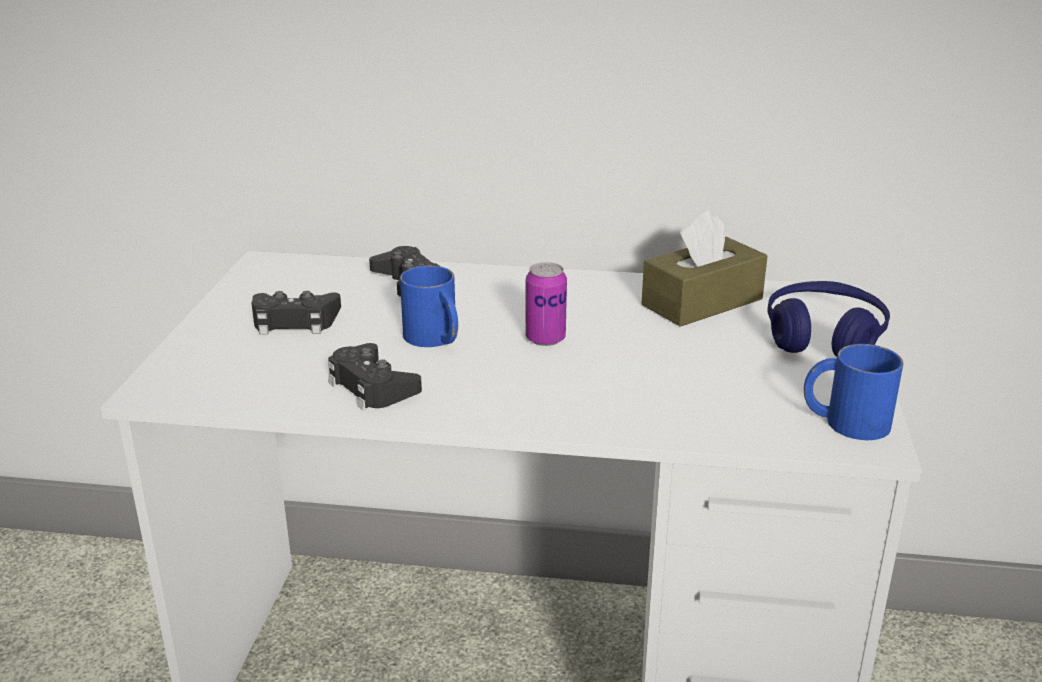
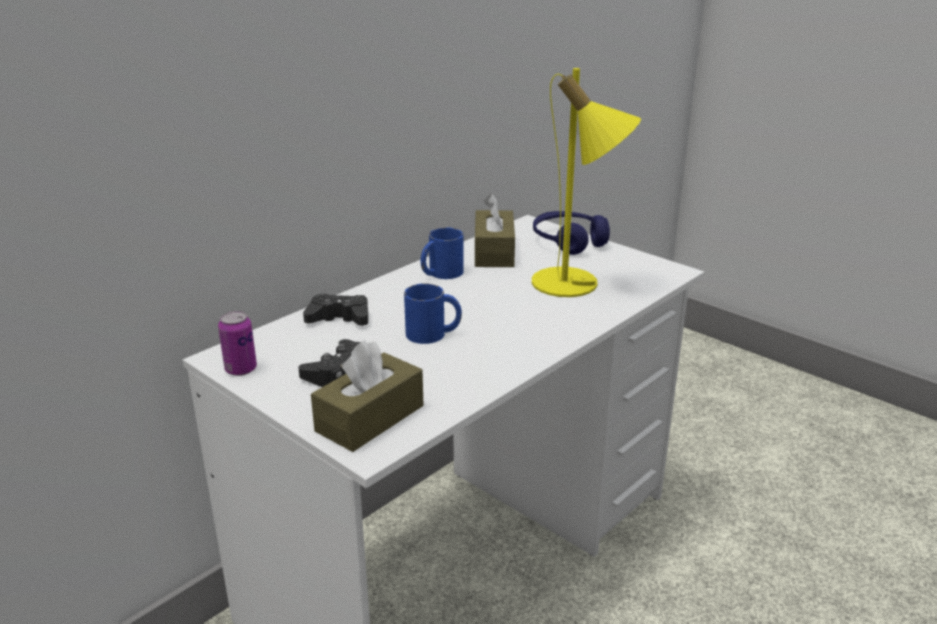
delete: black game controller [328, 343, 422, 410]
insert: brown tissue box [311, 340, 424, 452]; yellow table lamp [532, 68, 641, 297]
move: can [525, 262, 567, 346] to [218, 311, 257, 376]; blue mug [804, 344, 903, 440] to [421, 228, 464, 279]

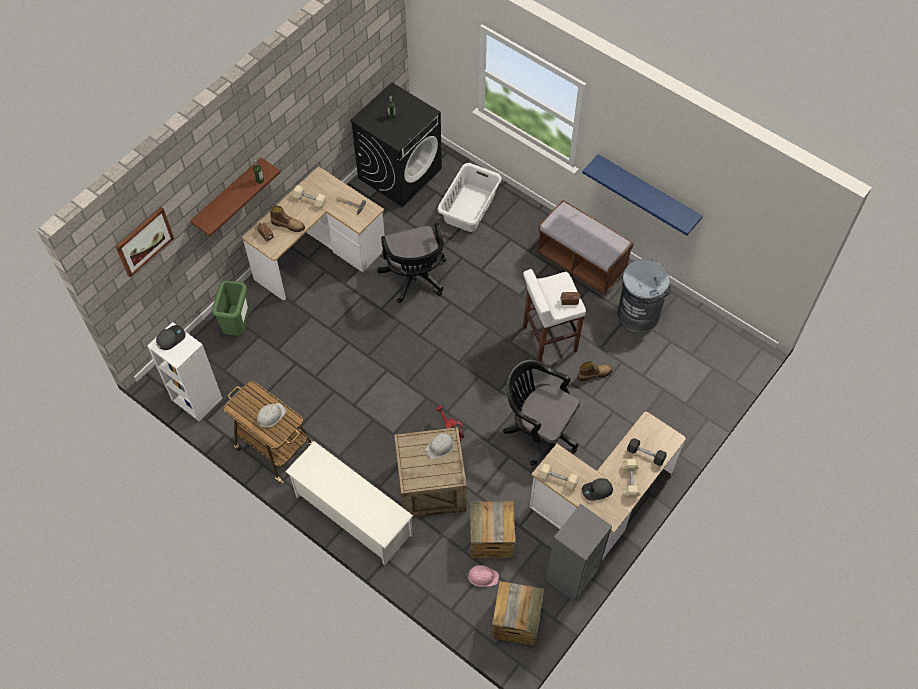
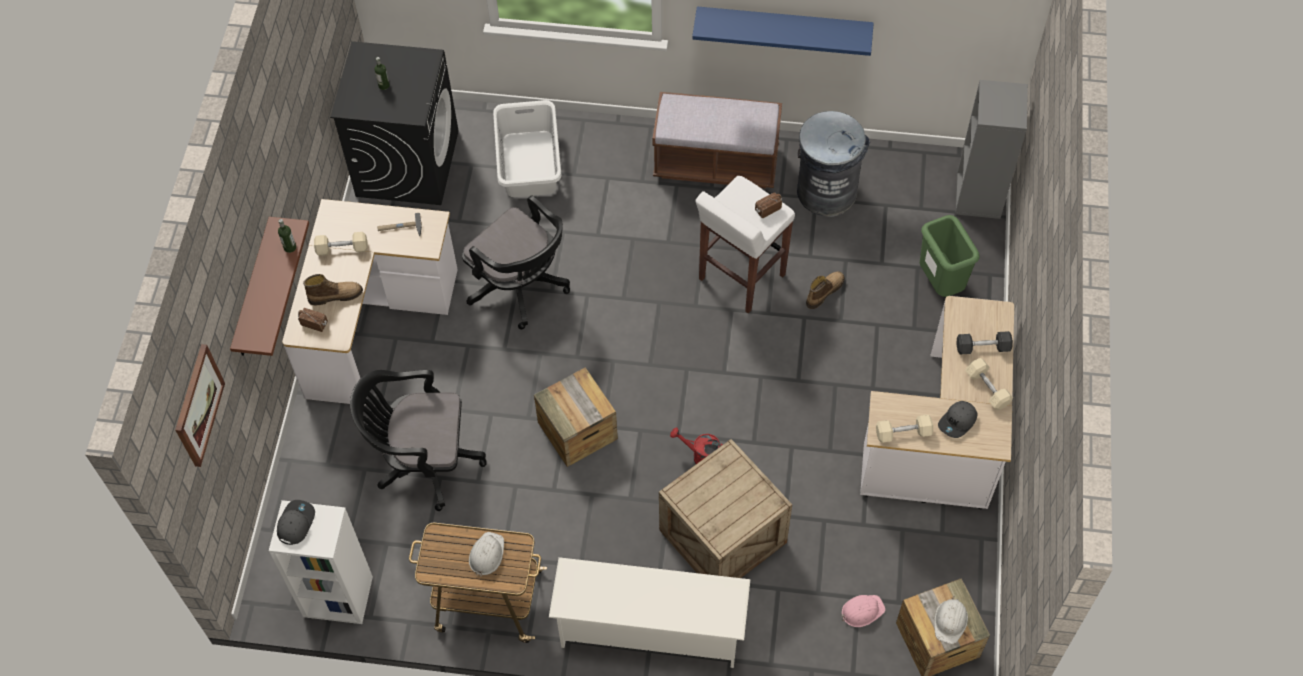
move: green trash can [212, 280, 250, 336] to [920, 215, 980, 297]; white hard hat [425, 433, 454, 460] to [934, 596, 968, 644]; crate [470, 501, 515, 558] to [534, 367, 618, 467]; black office chair [503, 360, 580, 466] to [350, 370, 487, 511]; grey bookcase [546, 504, 612, 601] to [955, 80, 1028, 219]

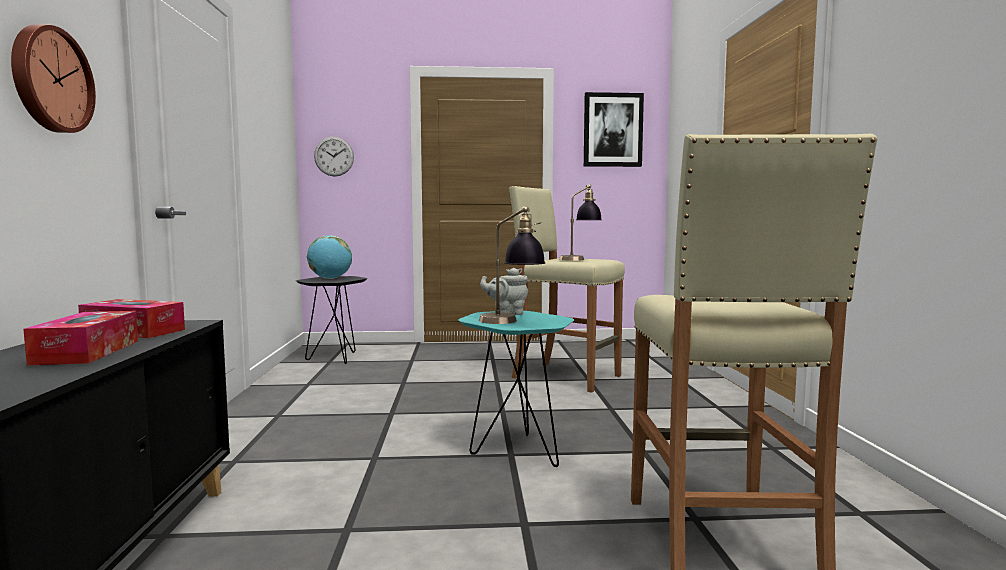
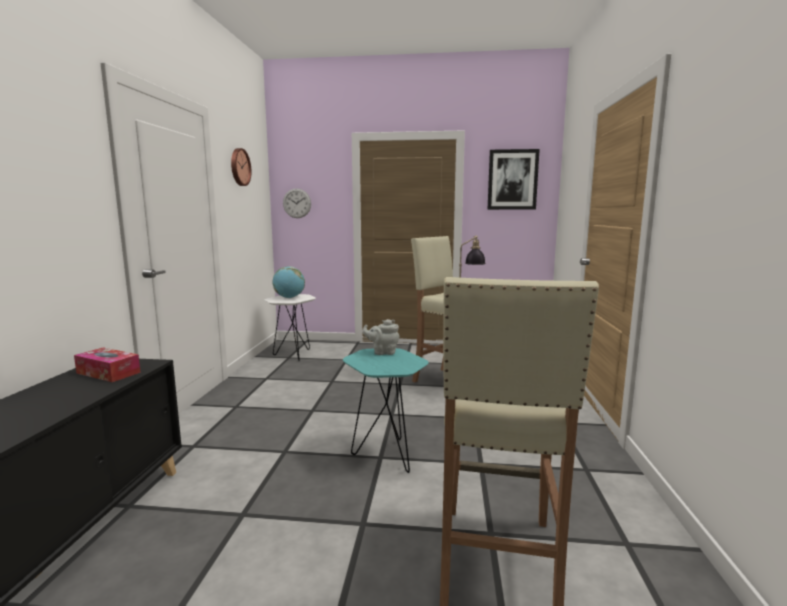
delete: tissue box [23, 311, 138, 365]; table lamp [479, 206, 545, 324]
move: wall clock [11, 24, 96, 133] to [231, 148, 251, 186]
recolor: black side table [296, 276, 367, 364] to white side table [265, 294, 316, 361]

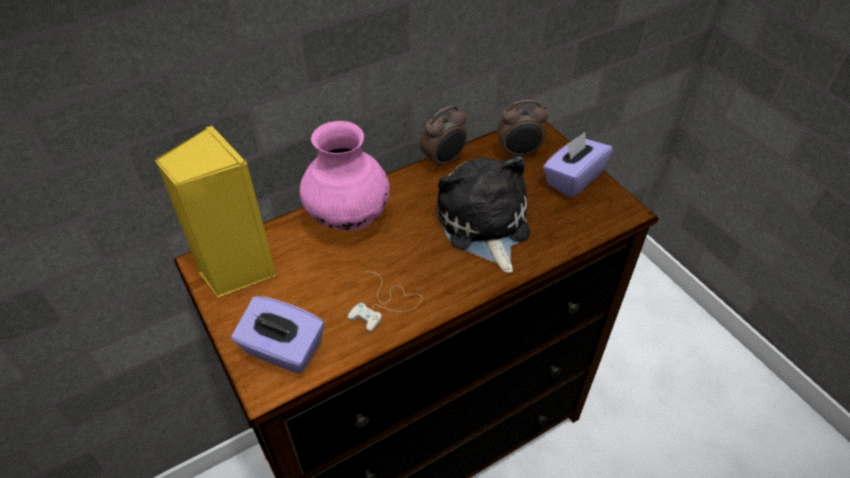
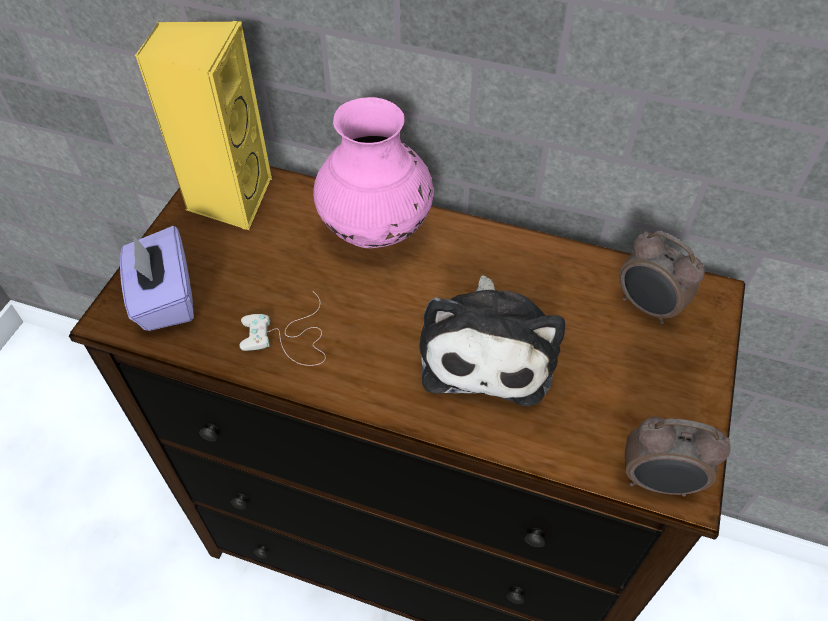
delete: purple tissue box [543, 132, 613, 198]
move: alarm clock [421, 105, 467, 170] to [625, 417, 731, 497]
rotate: plush toy [437, 156, 530, 273] = [419, 276, 565, 406] 150 degrees clockwise

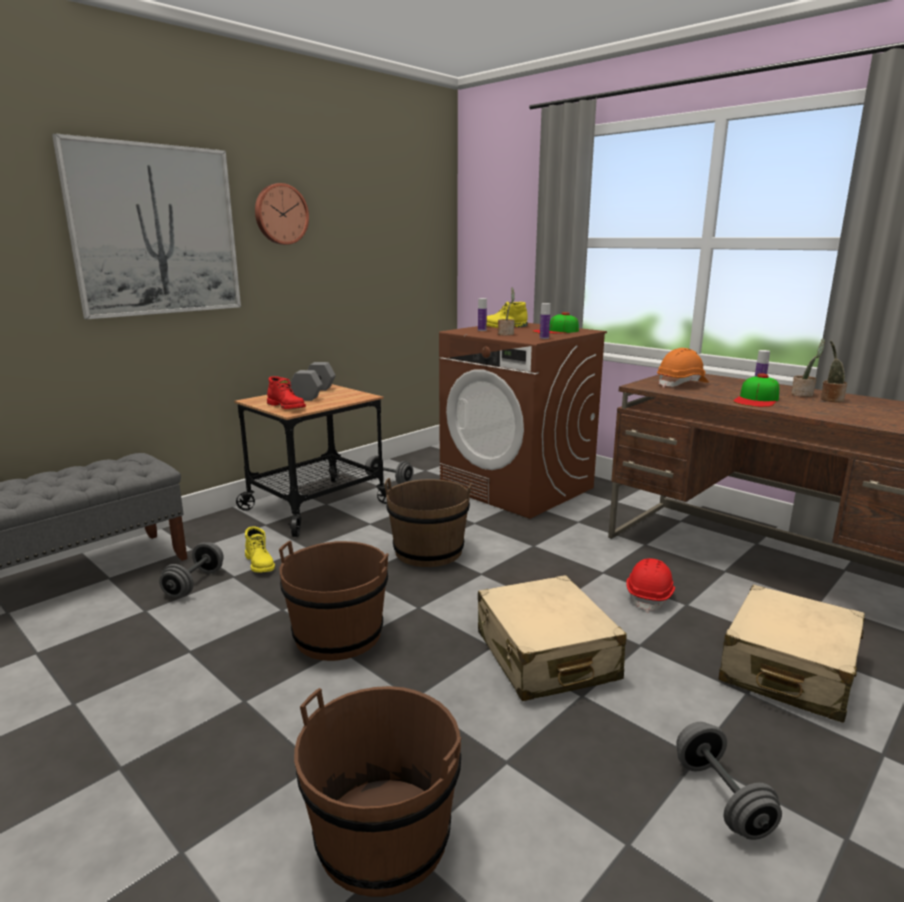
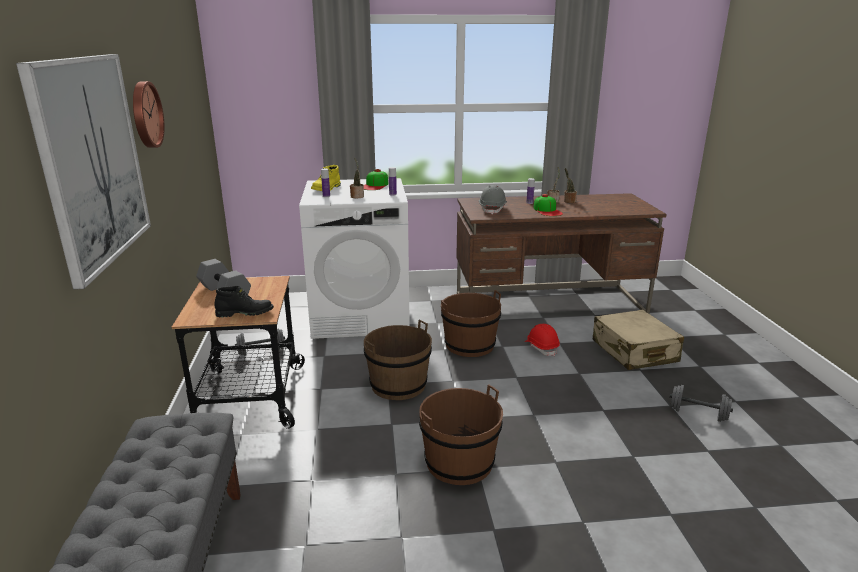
delete: grey dumbbell [159, 542, 224, 597]; yellow boot [245, 526, 275, 572]; beige suitcase [478, 575, 627, 701]
move: brown bucket [294, 686, 462, 897] to [441, 290, 501, 357]
recolor: red boot [267, 376, 306, 409] to black boot [215, 286, 274, 317]; brown washing machine [439, 323, 607, 519] to white washing machine [299, 178, 410, 339]; orange hard hat [657, 348, 709, 388] to grey hard hat [479, 185, 507, 215]

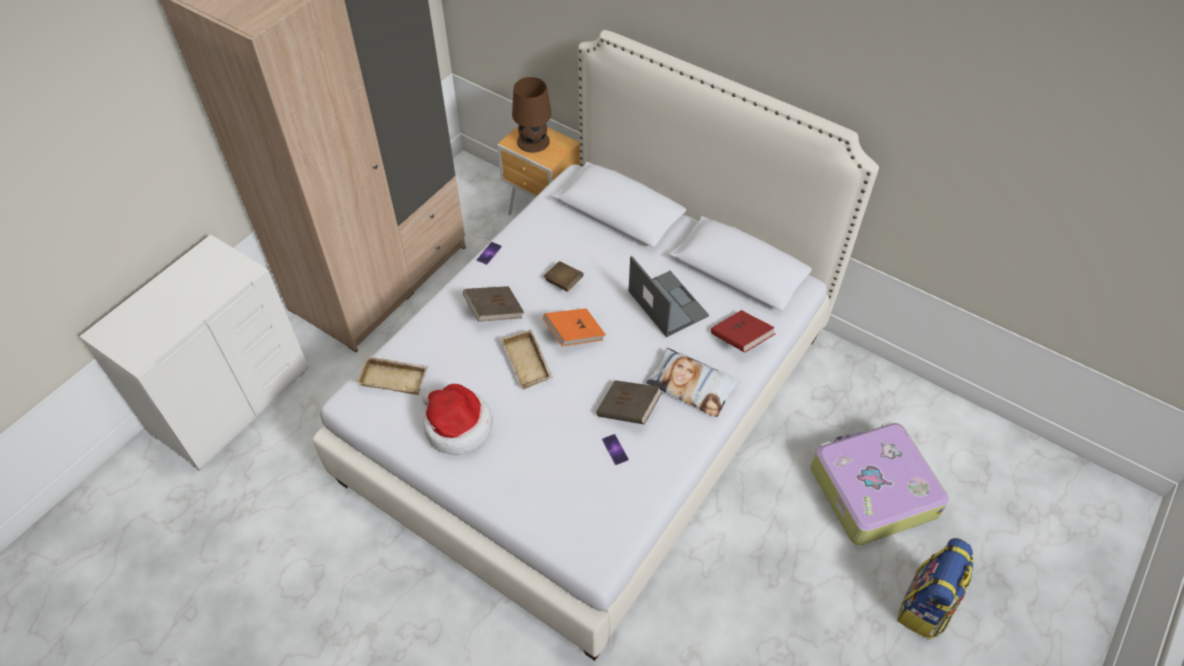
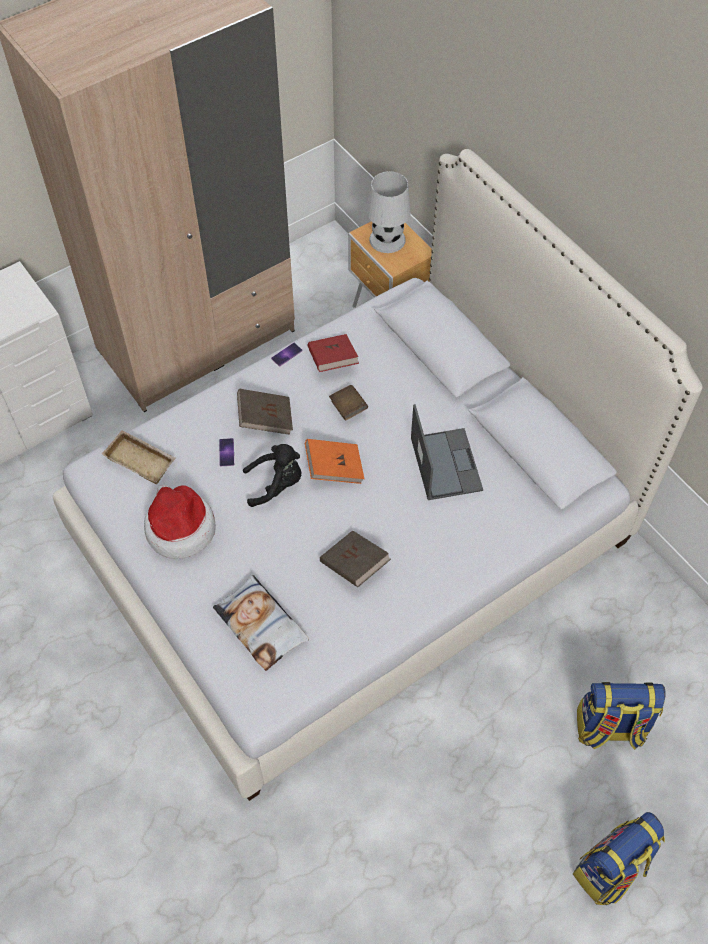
move: phone [602, 434, 629, 465] to [219, 438, 234, 467]; pillow [646, 348, 740, 417] to [213, 575, 309, 671]; red book [711, 310, 775, 353] to [308, 334, 359, 372]
replace: beige tray [501, 330, 553, 389] to black plush toy [243, 444, 302, 507]; suitcase [811, 422, 949, 545] to backpack [577, 682, 666, 750]
recolor: brown table lamp [512, 77, 552, 153] to white table lamp [367, 171, 411, 253]

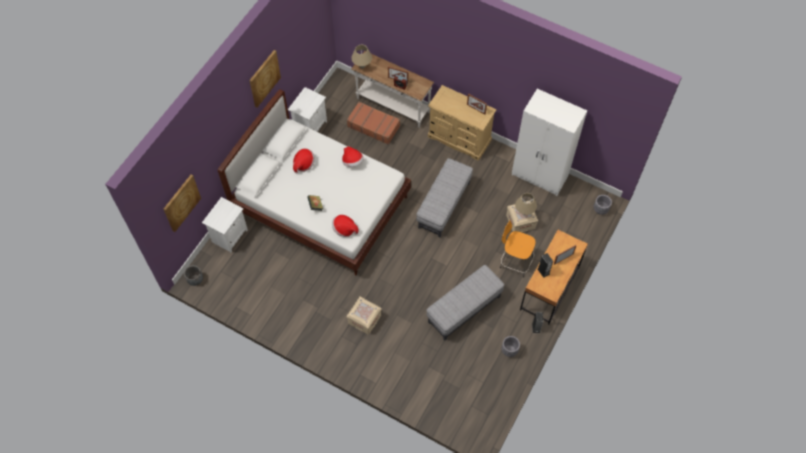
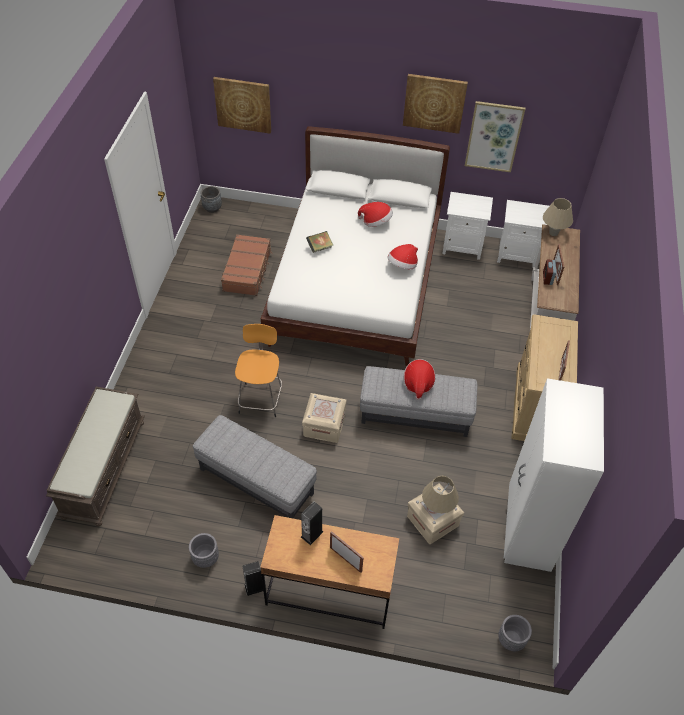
insert: brown bench [46, 387, 145, 526]; picture [465, 101, 525, 172]
move: white nightstand [202, 197, 248, 253] to [497, 200, 549, 268]; hat [332, 215, 359, 237] to [403, 359, 435, 400]; beige storage box [346, 296, 382, 334] to [302, 393, 347, 443]; brown suitcase [347, 102, 400, 145] to [221, 234, 272, 296]; orange stool [500, 220, 536, 278] to [235, 324, 282, 417]

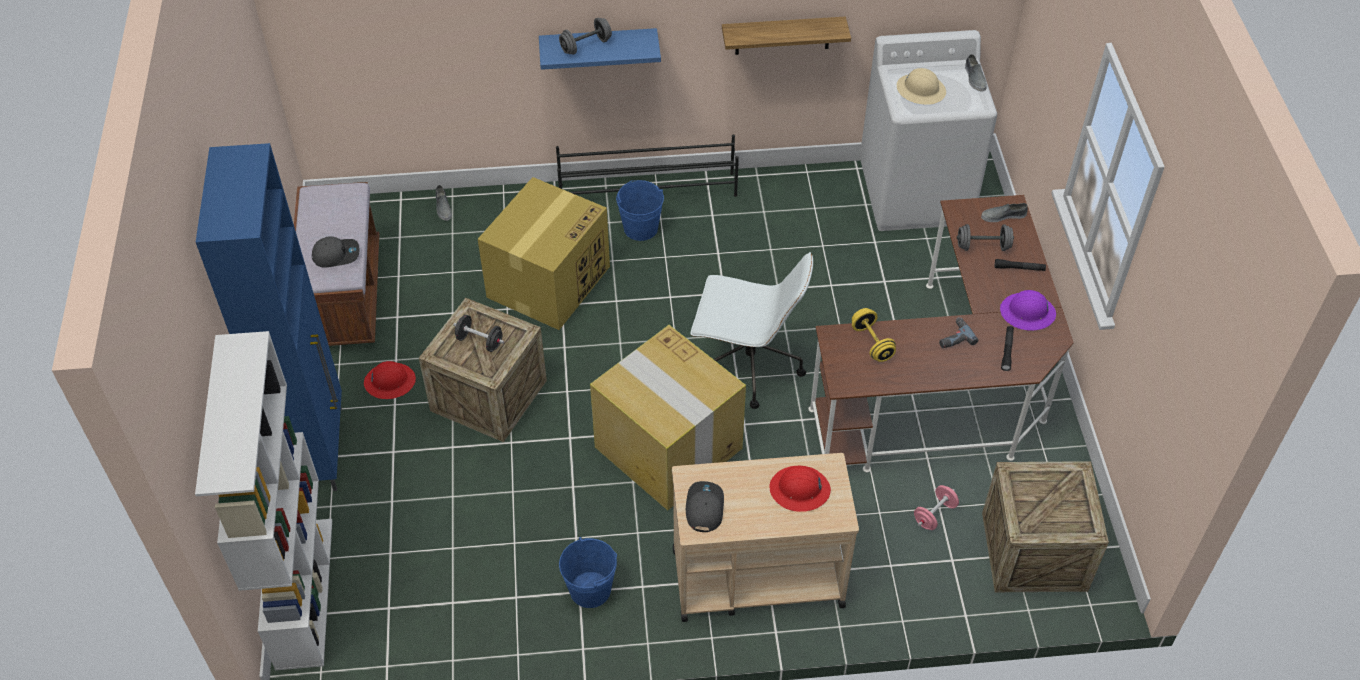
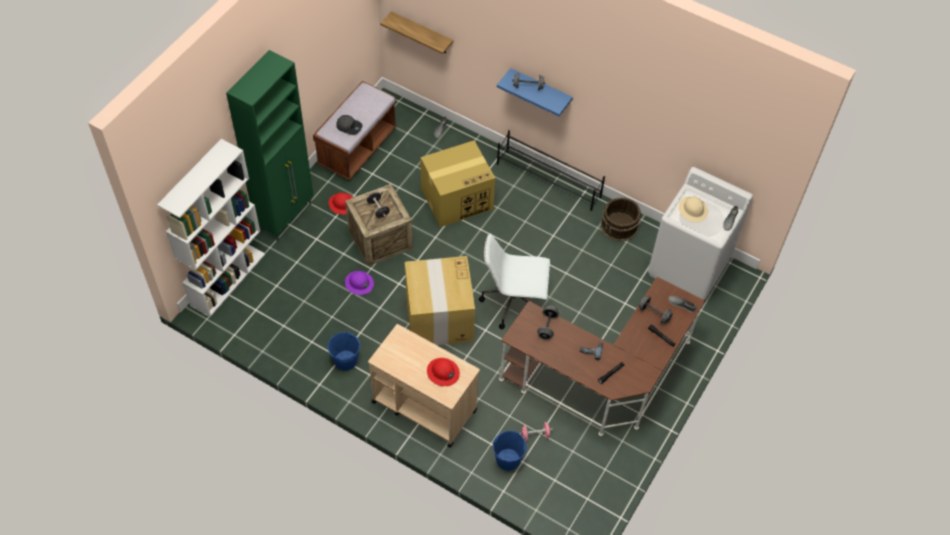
delete: grey cap [686, 481, 724, 532]; crate [982, 461, 1109, 592]
insert: brown bucket [601, 197, 641, 241]
move: blue bucket [616, 180, 664, 241] to [493, 430, 527, 471]; shelf [722, 17, 851, 55] to [380, 11, 453, 54]; purple hard hat [1000, 290, 1056, 330] to [345, 271, 374, 295]
recolor: blue cabinet [196, 143, 342, 491] to green cabinet [226, 50, 313, 242]; yellow dumbbell [852, 308, 896, 362] to grey dumbbell [537, 306, 559, 340]
rotate: white office chair [690, 252, 813, 409] = [479, 233, 550, 329] 135 degrees clockwise

